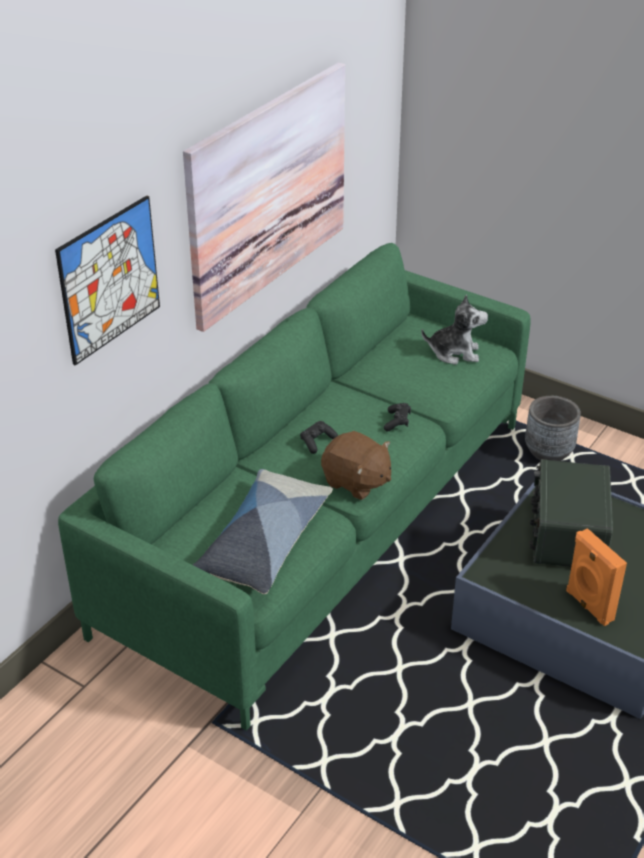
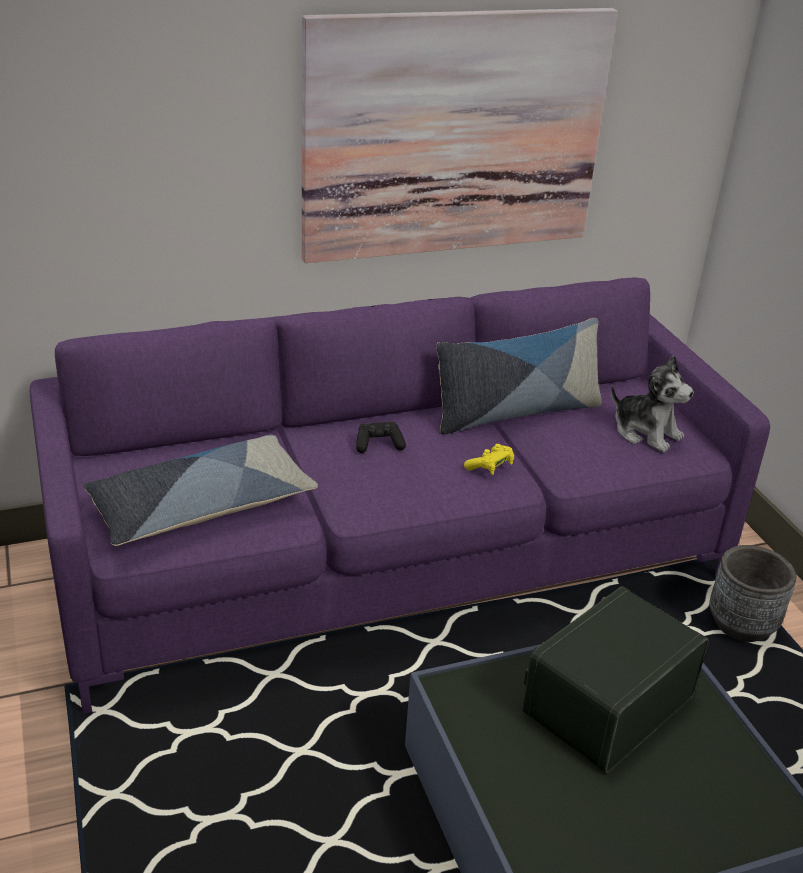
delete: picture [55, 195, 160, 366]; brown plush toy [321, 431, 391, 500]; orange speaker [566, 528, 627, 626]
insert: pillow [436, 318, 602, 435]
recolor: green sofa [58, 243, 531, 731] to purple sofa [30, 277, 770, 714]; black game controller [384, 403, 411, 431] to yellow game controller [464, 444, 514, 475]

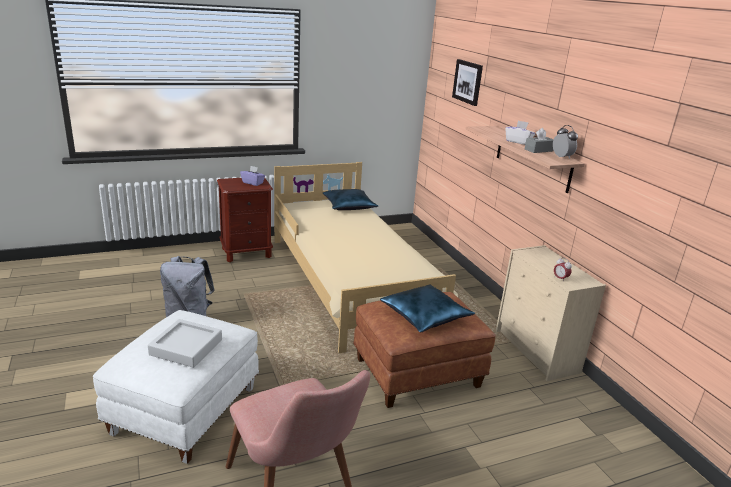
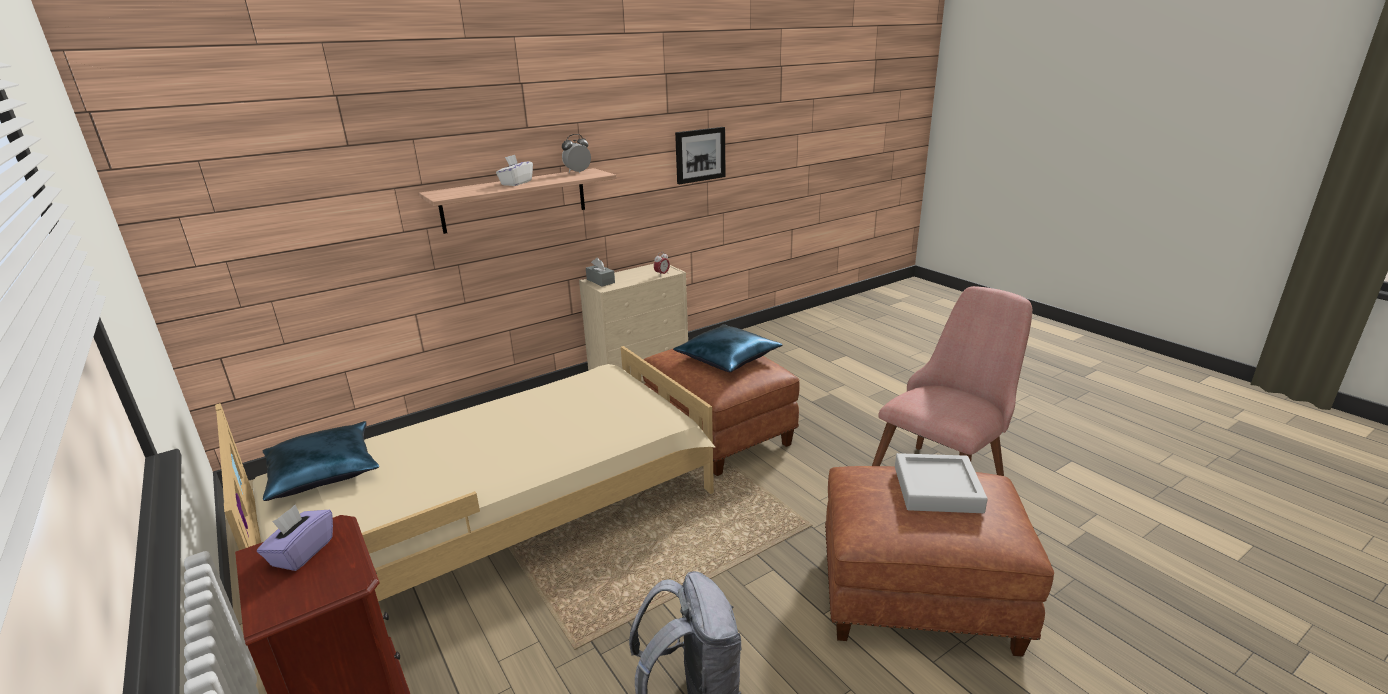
move: picture [452, 59, 483, 106] to [675, 127, 726, 184]; grey tissue box [525, 128, 554, 153] to [586, 257, 615, 286]
recolor: white ottoman [93, 310, 259, 464] to brown ottoman [825, 466, 1054, 657]

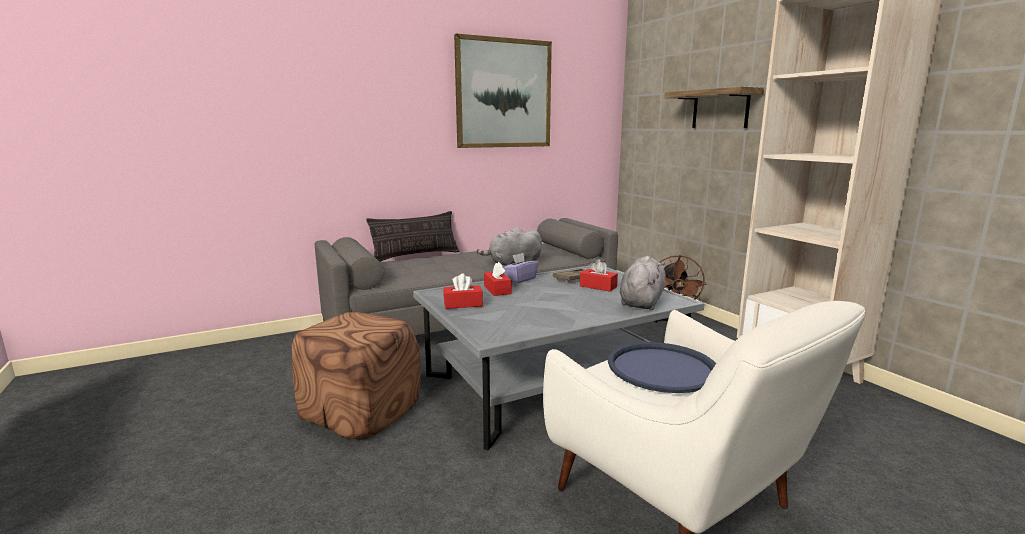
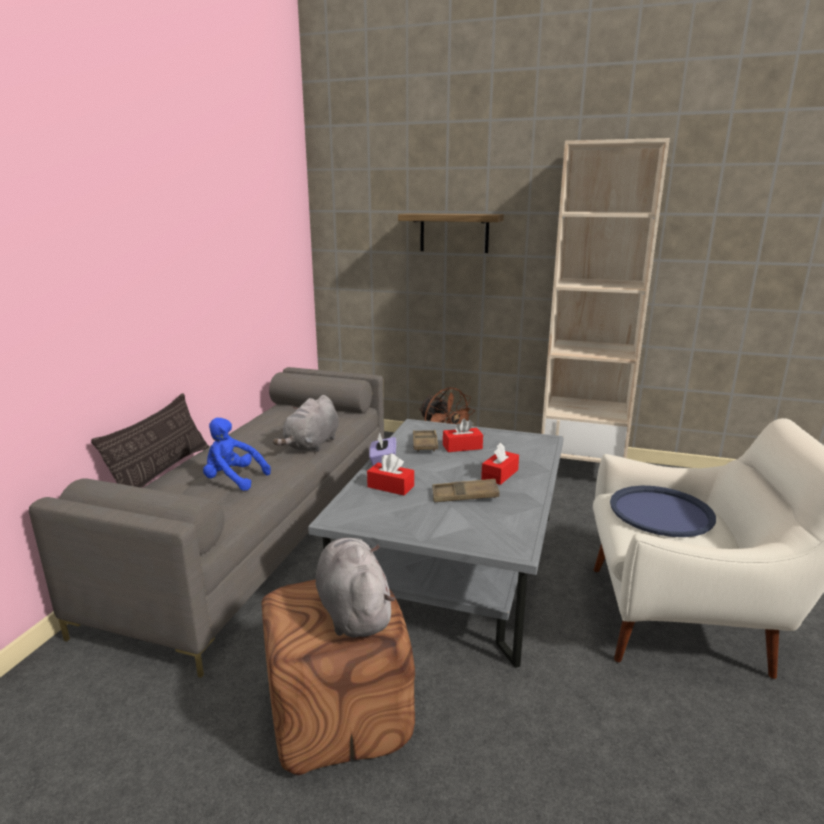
delete: picture [454, 34, 552, 148]
insert: blue plush toy [203, 418, 271, 491]; brown tray [432, 479, 500, 502]
move: red tissue box [443, 274, 483, 309] to [481, 443, 519, 485]; grey plush toy [620, 256, 665, 310] to [316, 538, 395, 638]

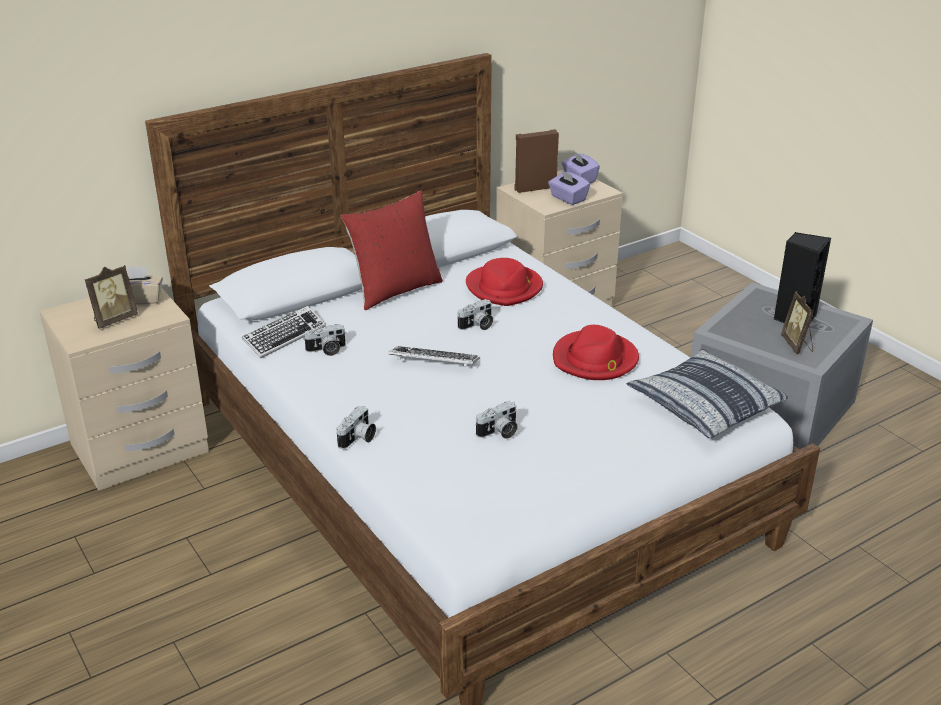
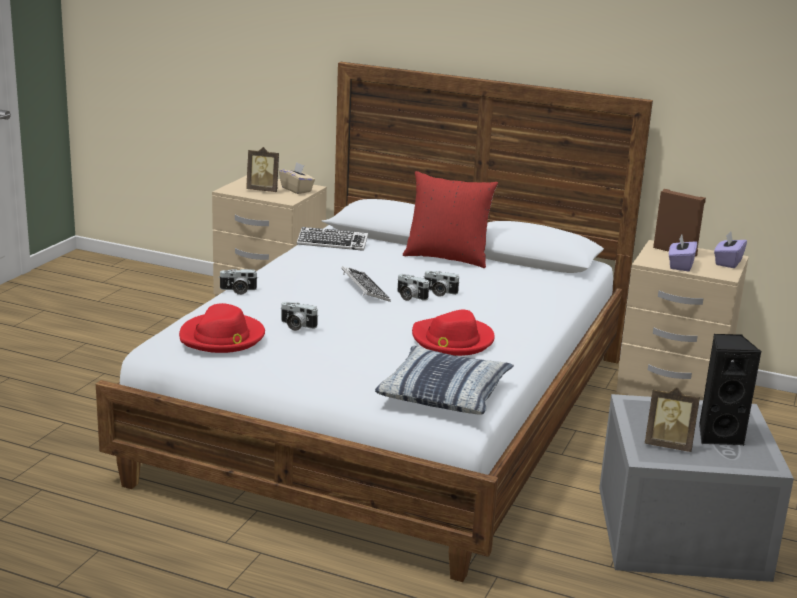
move: photo camera [304, 324, 346, 356] to [397, 274, 429, 301]; red hat [466, 258, 543, 306] to [179, 303, 265, 353]
rotate: picture frame [781, 291, 814, 354] = [645, 387, 700, 452] 120 degrees counterclockwise

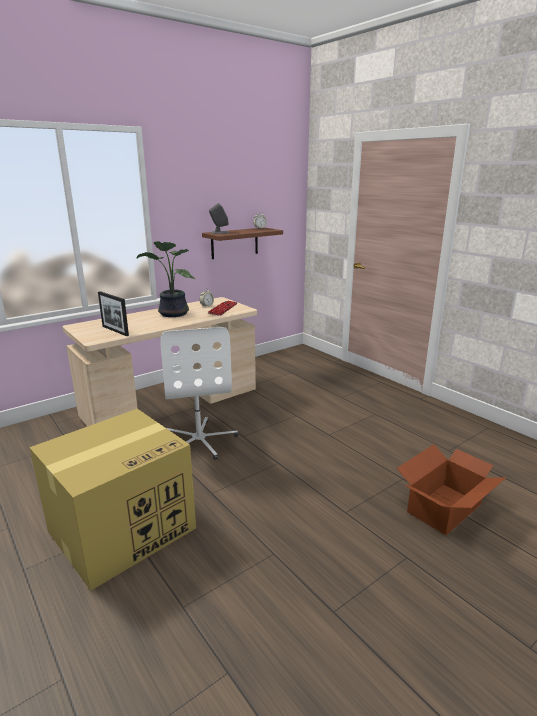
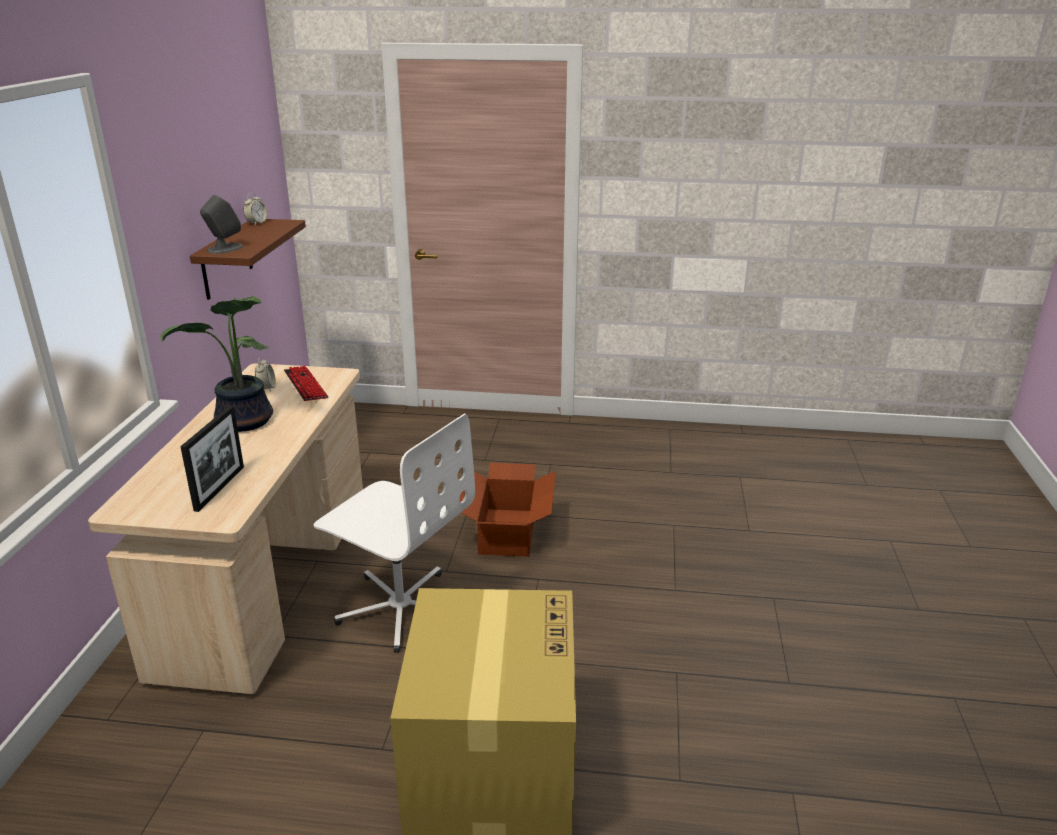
move: cardboard box [397, 444, 506, 535] to [459, 463, 556, 557]
rotate: picture frame [98, 291, 129, 336] = [180, 406, 244, 512] 75 degrees counterclockwise

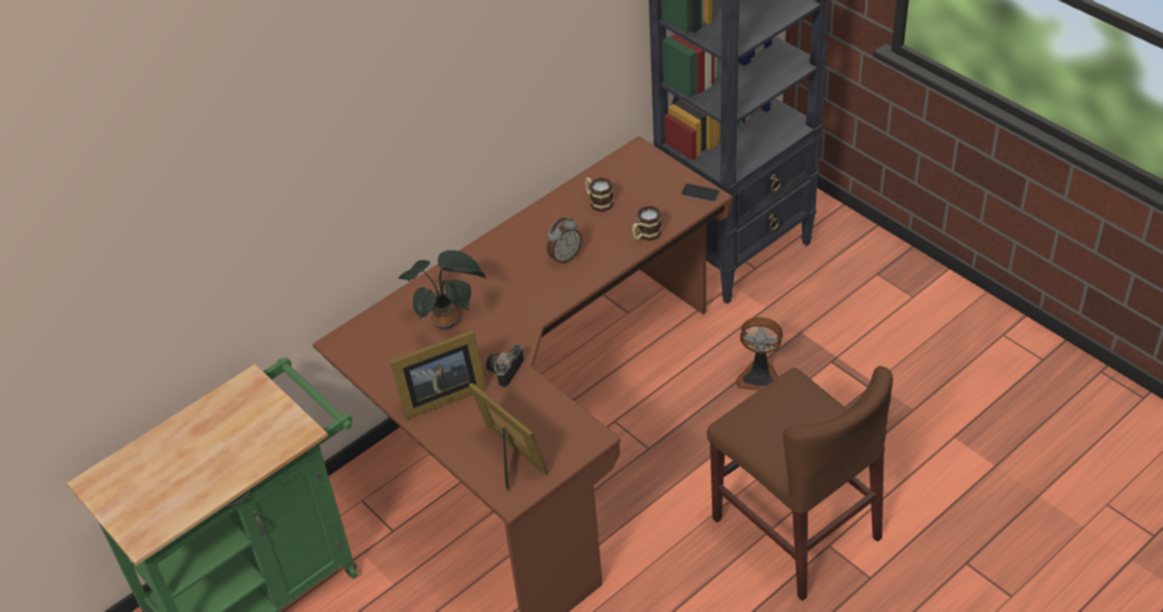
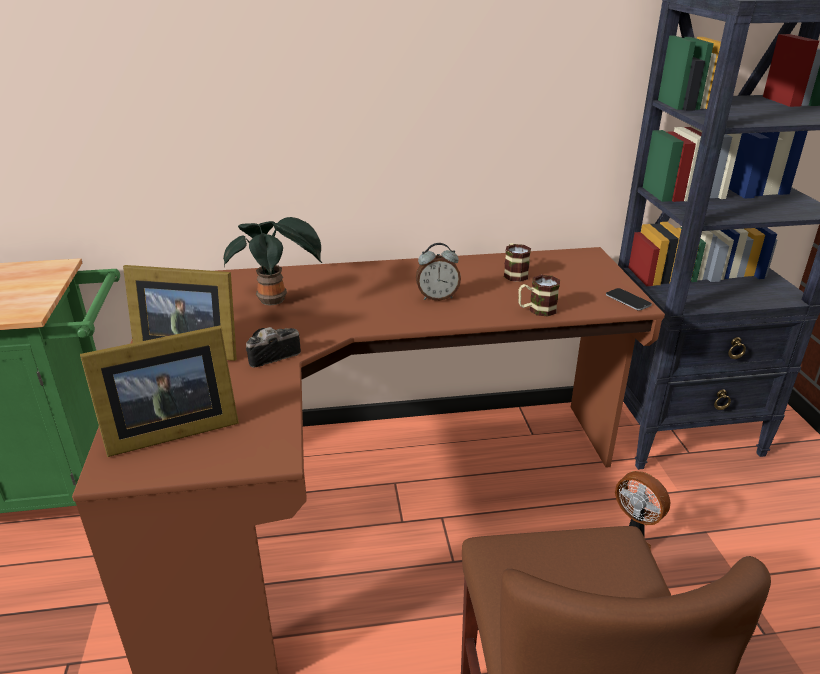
rotate: picture frame [469, 383, 549, 491] = [80, 326, 239, 457] 75 degrees clockwise

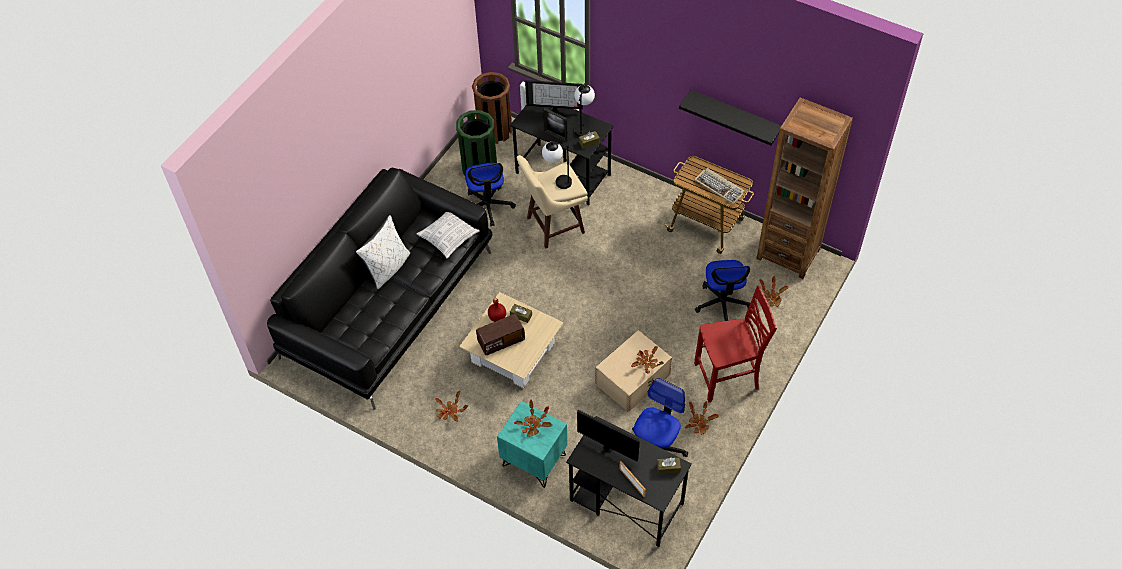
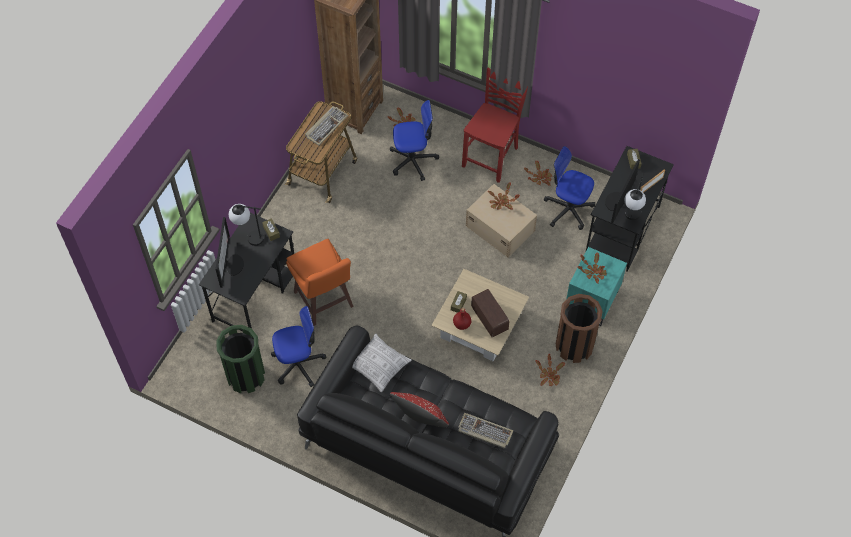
delete: picture frame [543, 108, 567, 142]; black shelf [679, 90, 781, 146]
insert: keyboard [458, 413, 513, 449]
move: brown trash can [472, 72, 512, 144] to [556, 294, 602, 363]; table lamp [542, 141, 573, 189] to [625, 172, 646, 220]
recolor: white pillow [356, 215, 410, 289] to red pillow [390, 392, 449, 427]; beige stool [516, 155, 588, 249] to orange stool [286, 239, 354, 326]
rotate: red chair [694, 285, 777, 402] = [462, 68, 528, 183] 45 degrees clockwise

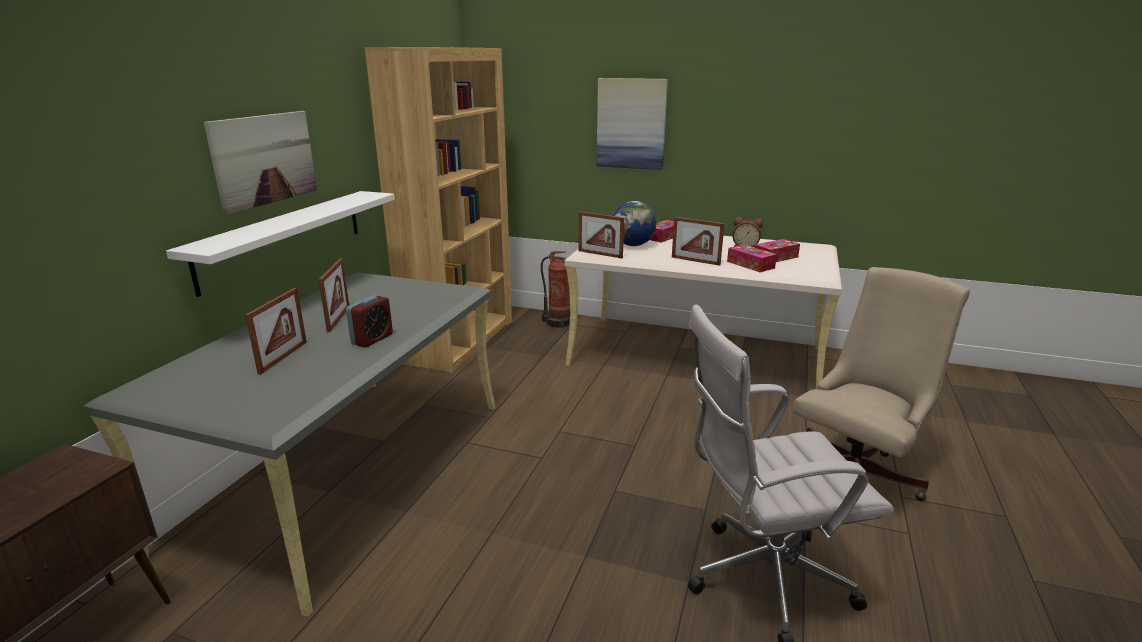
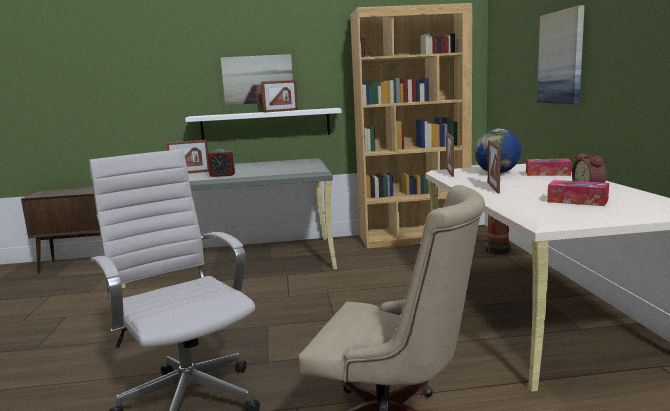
delete: tissue box [727, 244, 777, 272]
move: picture frame [318, 258, 349, 332] to [261, 80, 298, 113]

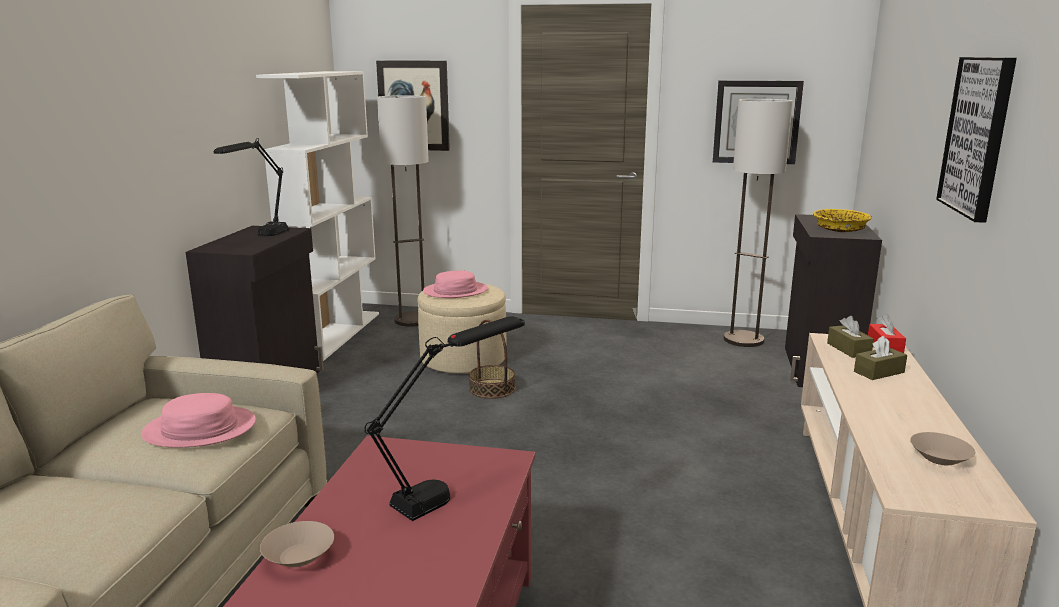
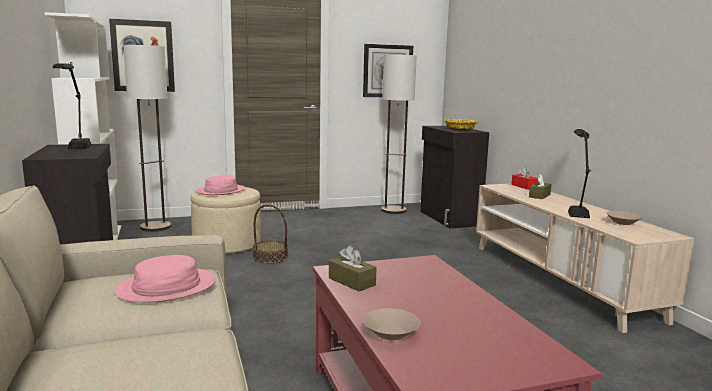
delete: picture [936, 57, 1017, 223]
move: black table lamp [364, 316, 525, 521] to [568, 129, 591, 218]; brown tissue box [827, 316, 874, 358] to [329, 246, 377, 291]

